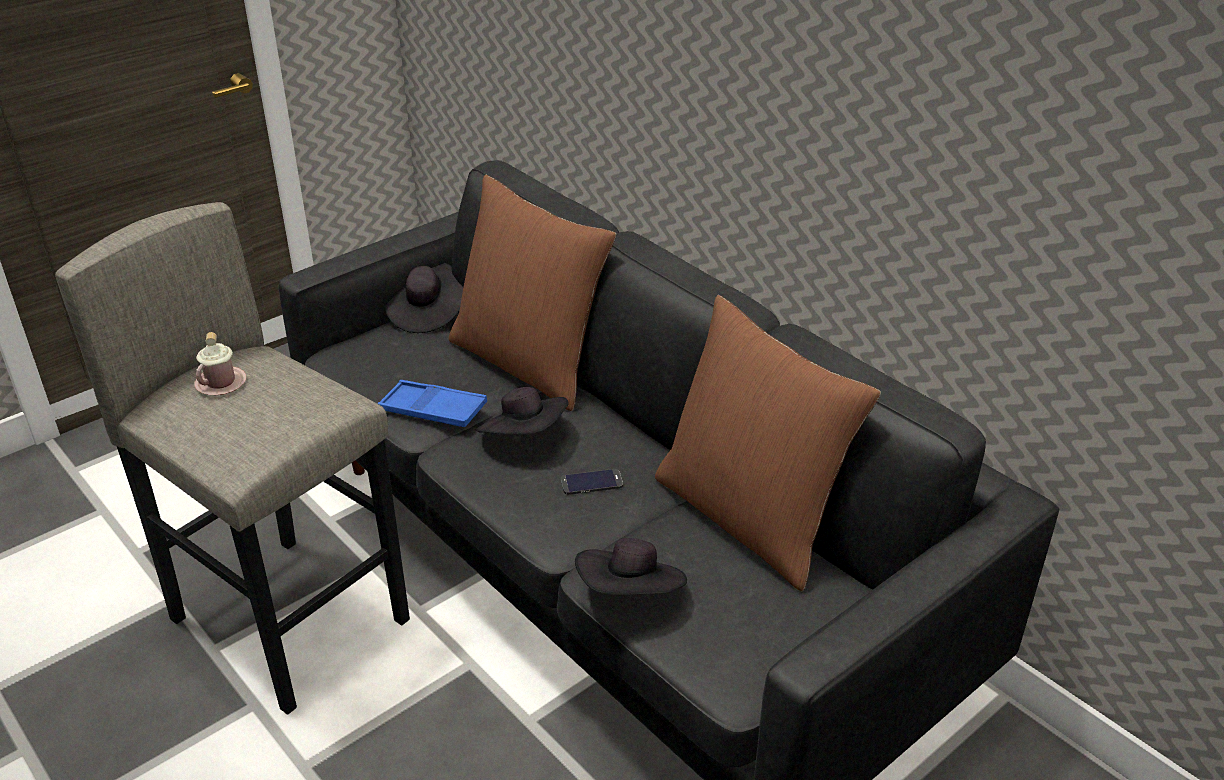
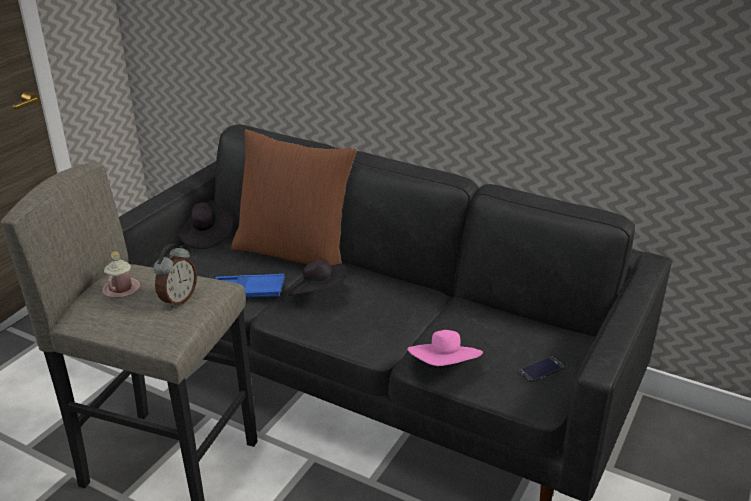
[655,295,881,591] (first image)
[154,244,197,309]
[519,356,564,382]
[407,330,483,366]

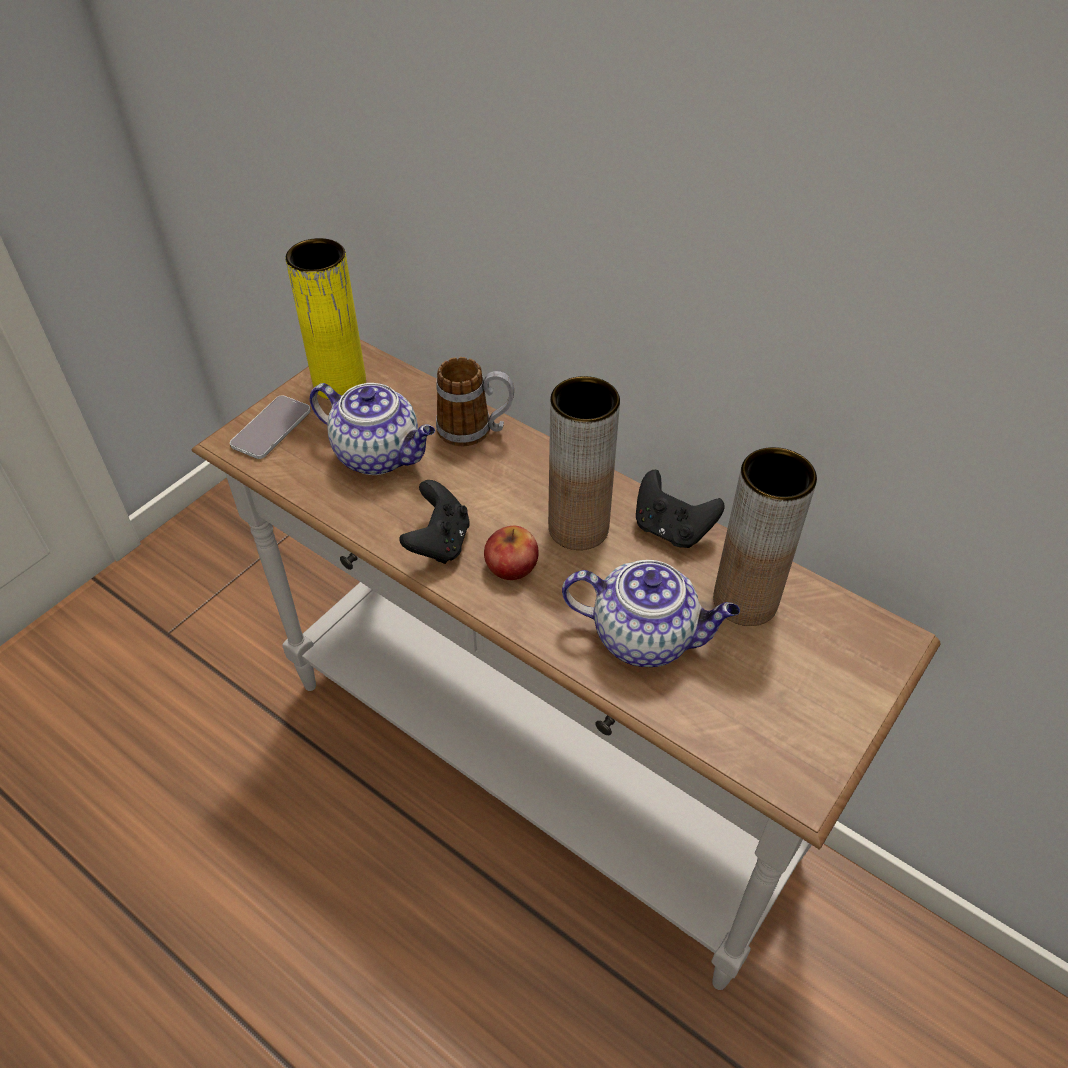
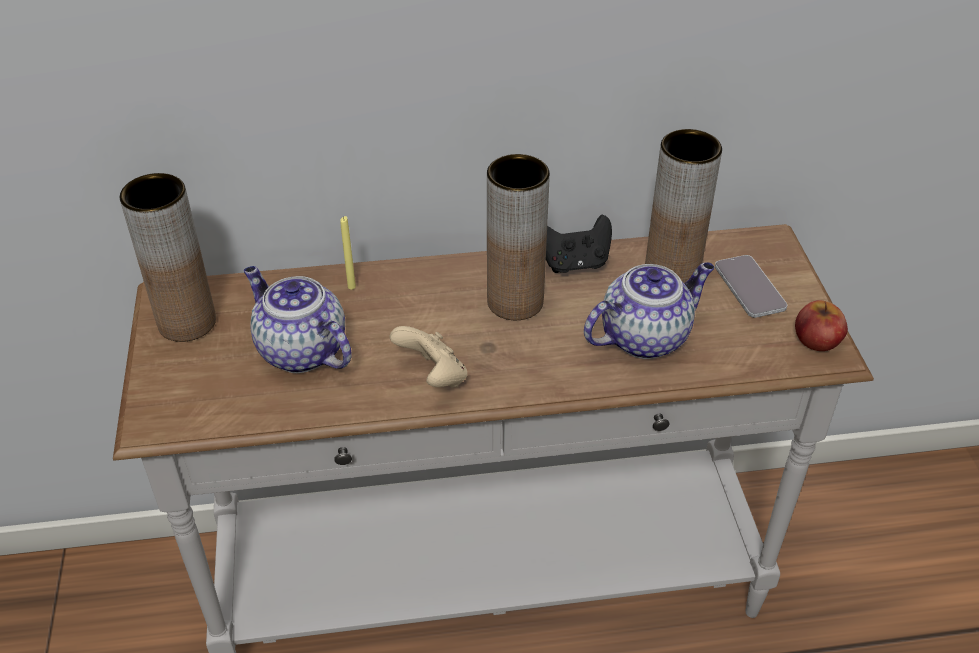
[715,255,787,318]
[795,300,848,351]
[340,216,356,290]
[120,173,216,342]
[390,326,467,388]
[244,266,352,373]

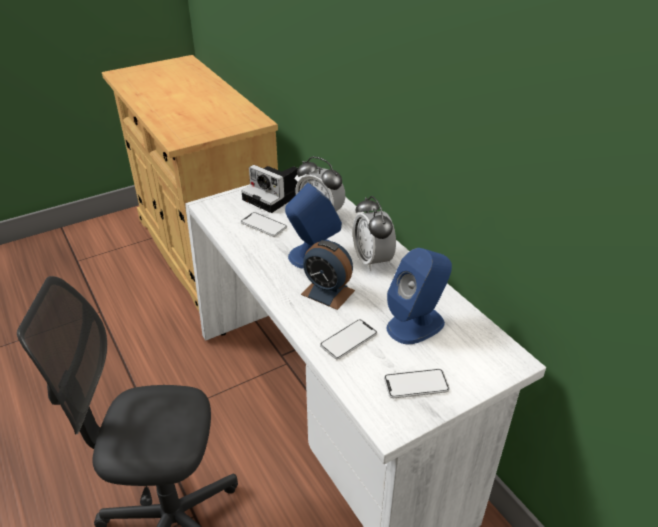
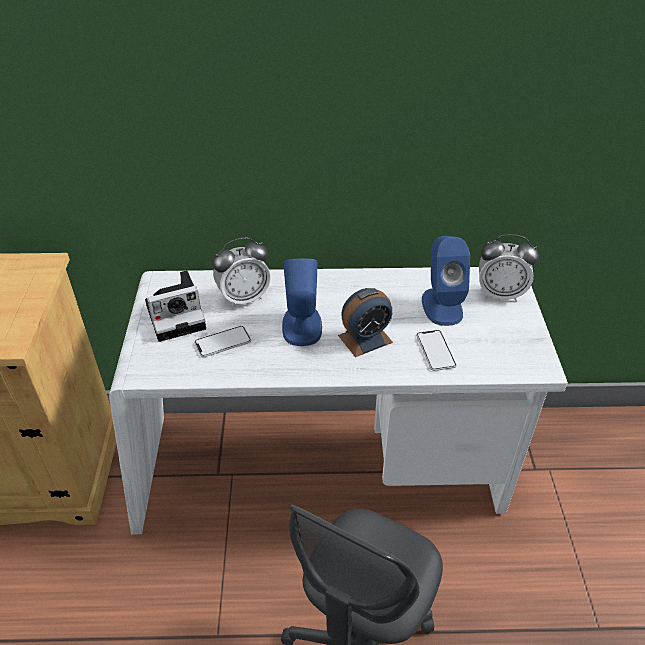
[384,369,449,398] (first image)
[479,234,539,301]

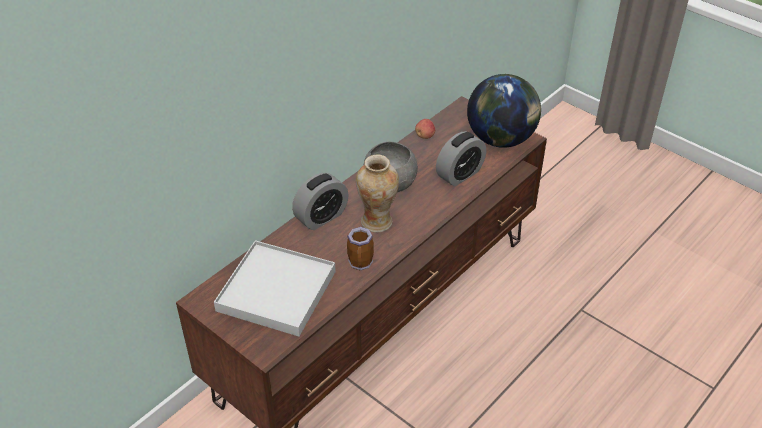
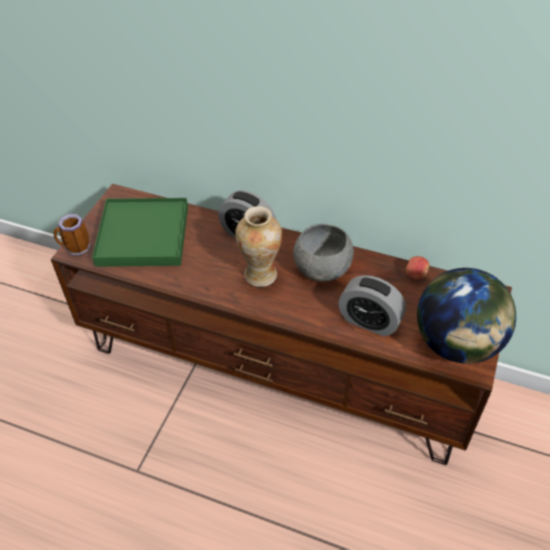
[54,214,90,255]
[92,198,188,267]

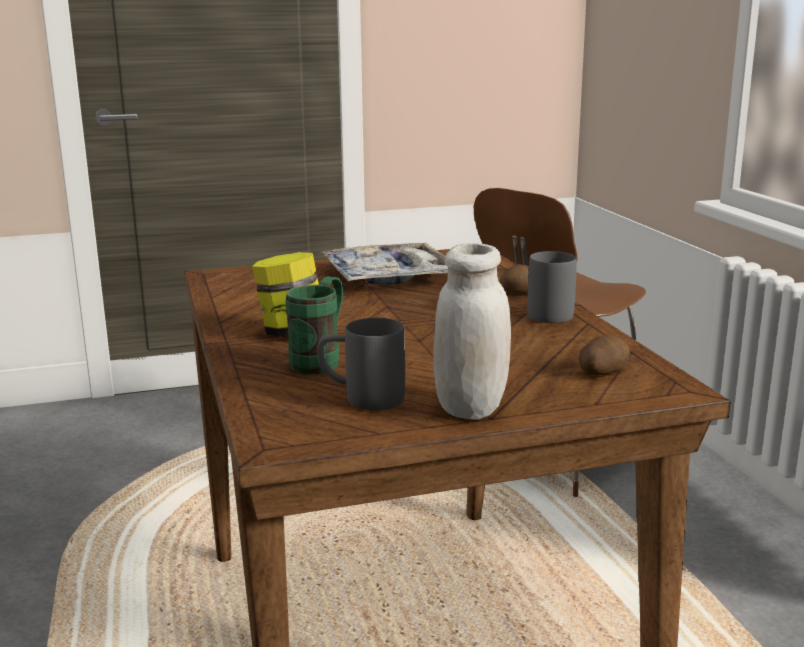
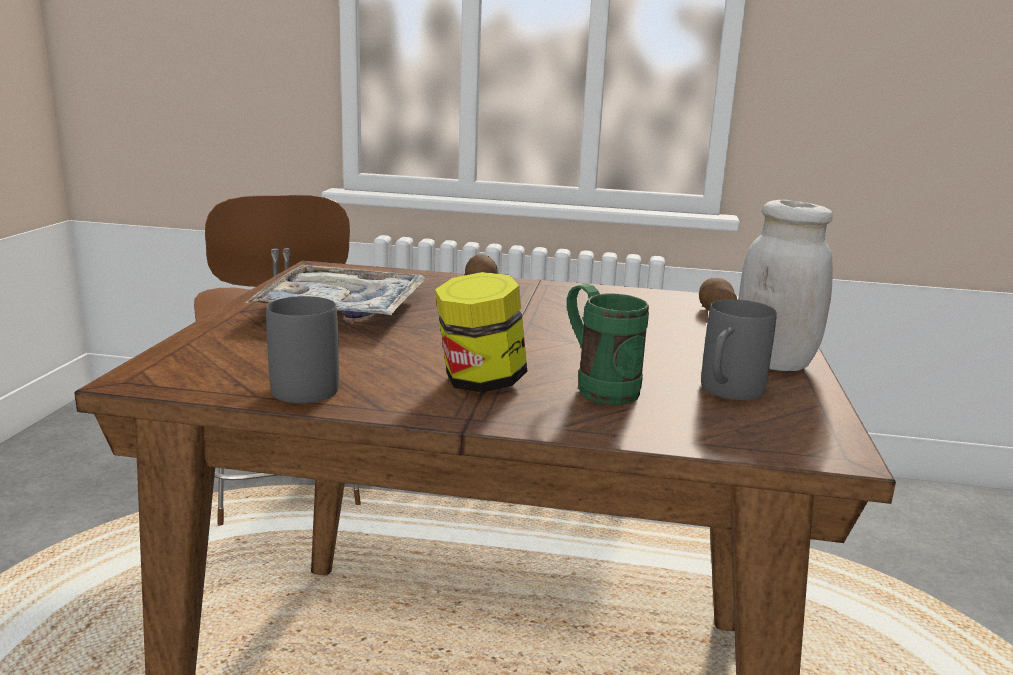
[266,296,339,403]

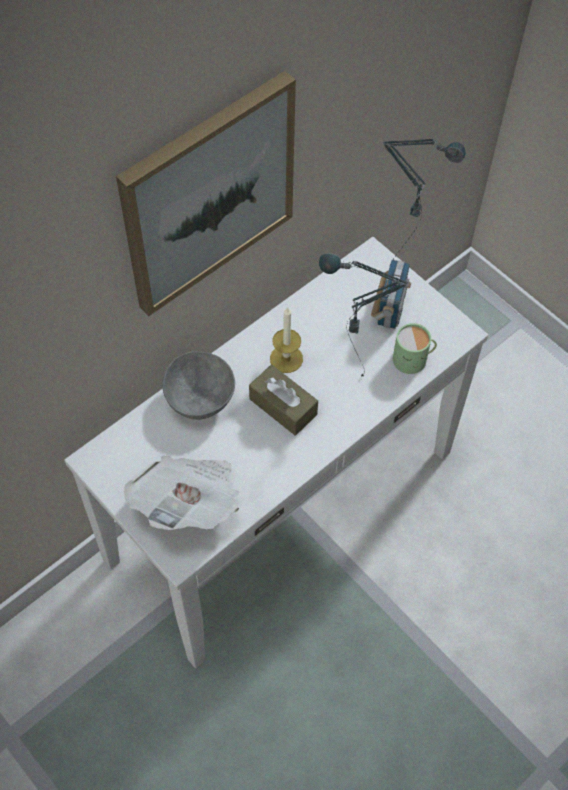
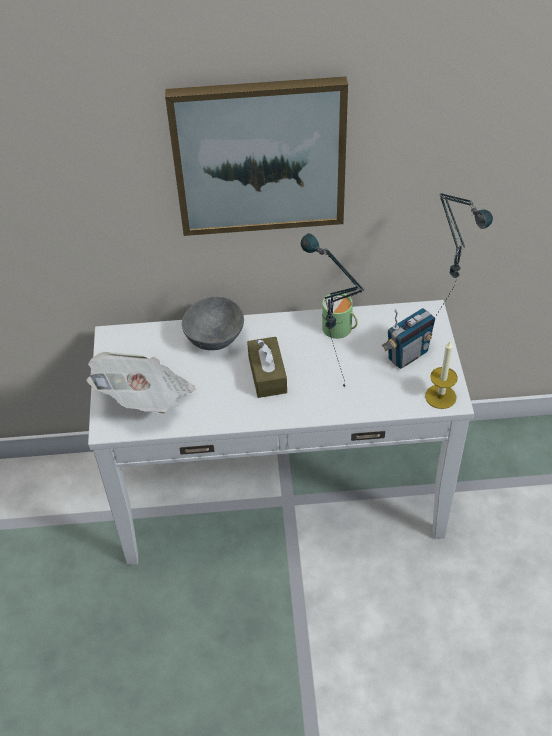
[425,341,458,409]
[322,293,358,339]

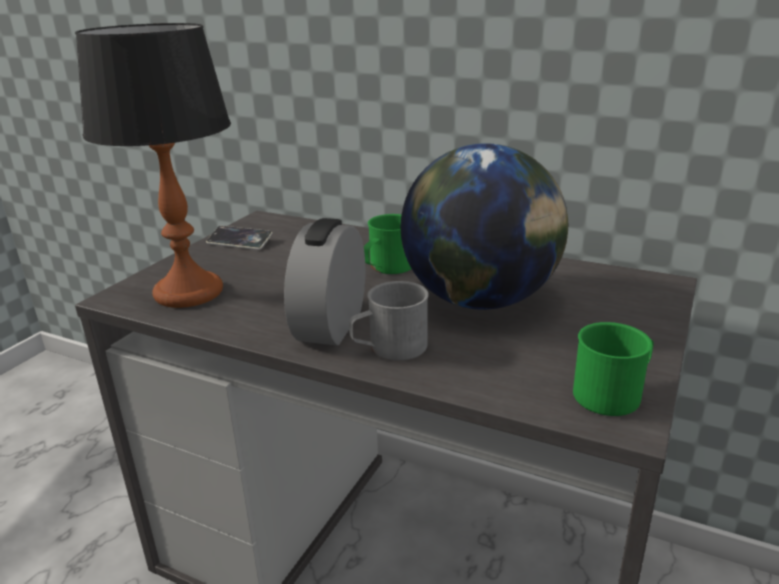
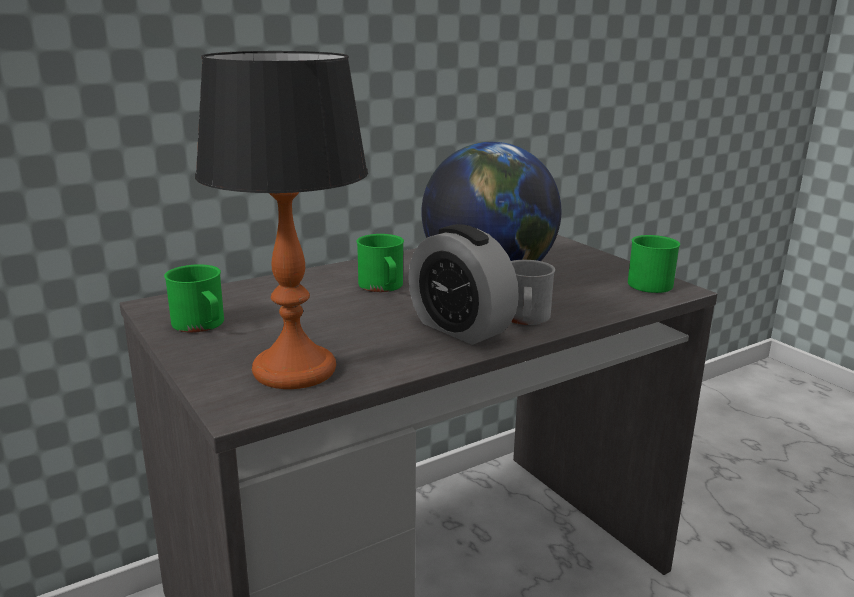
[164,264,224,333]

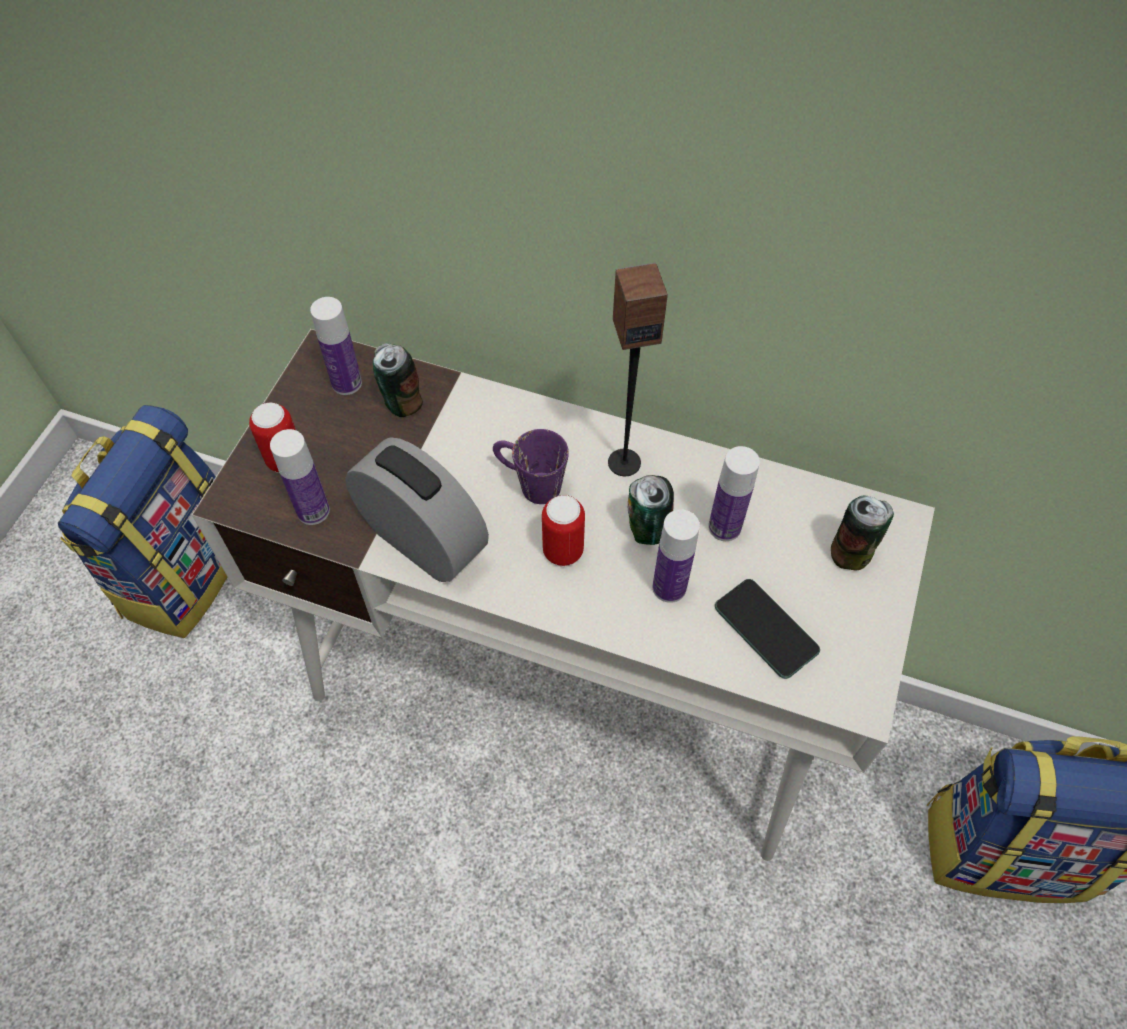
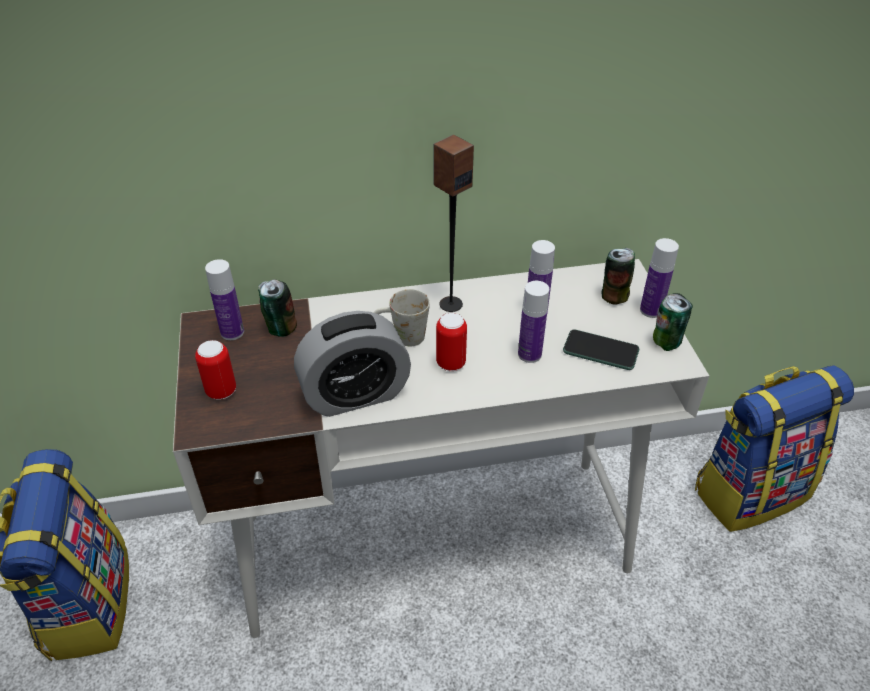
[640,238,679,318]
[653,293,693,351]
[373,289,430,347]
[294,311,411,417]

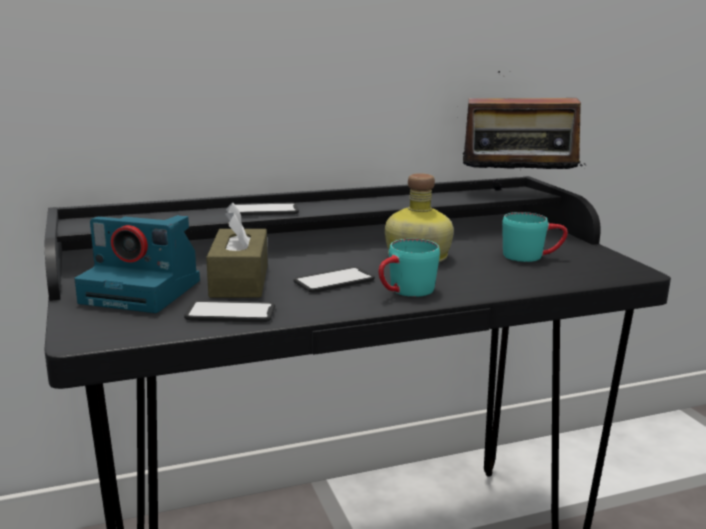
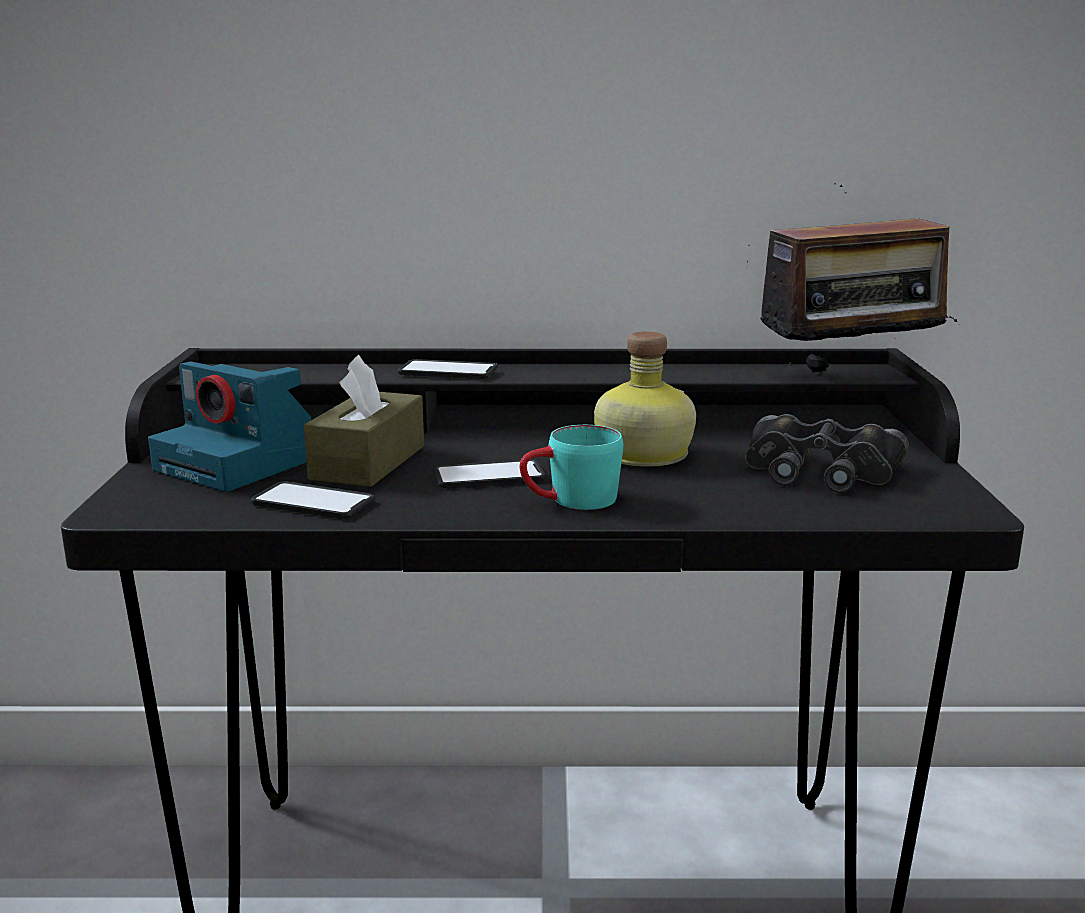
[745,414,909,493]
[747,183,957,373]

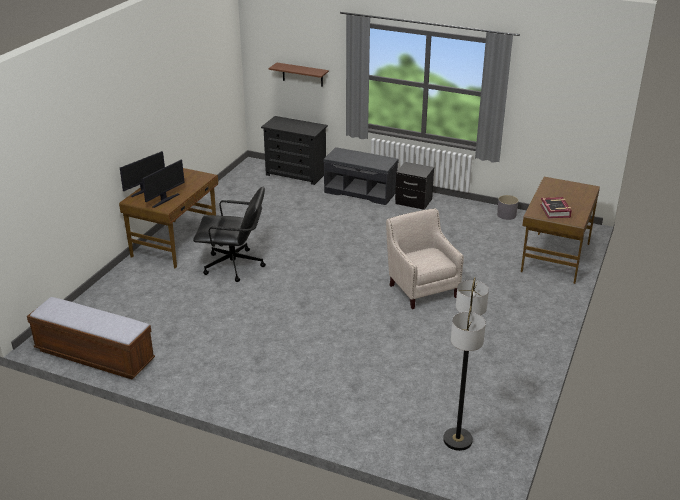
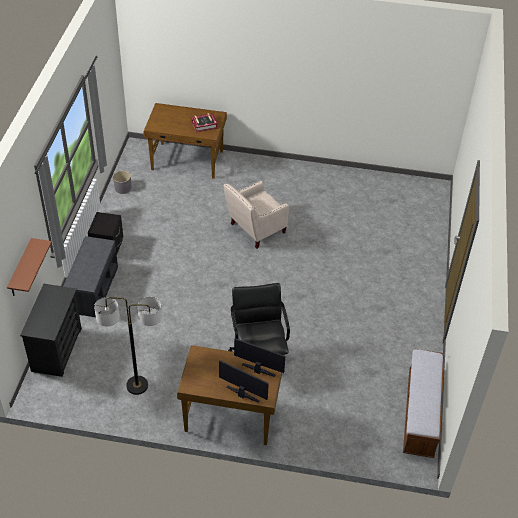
[94,297,162,395]

